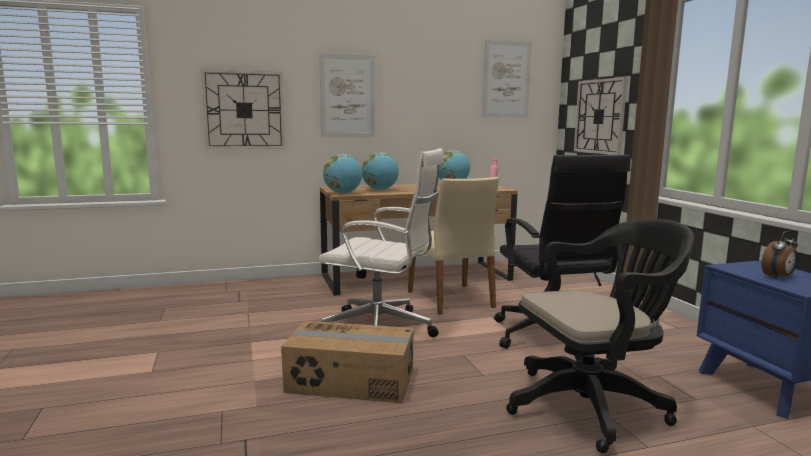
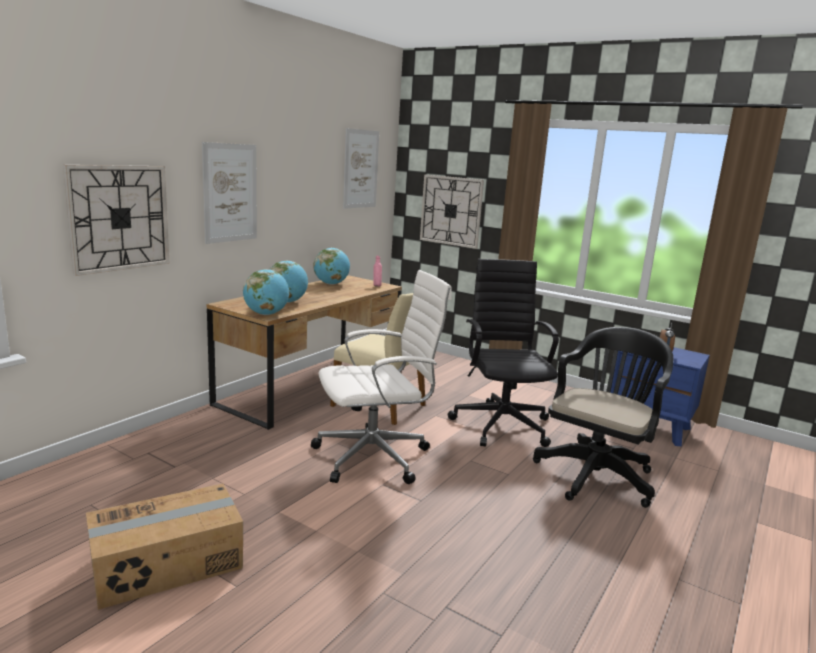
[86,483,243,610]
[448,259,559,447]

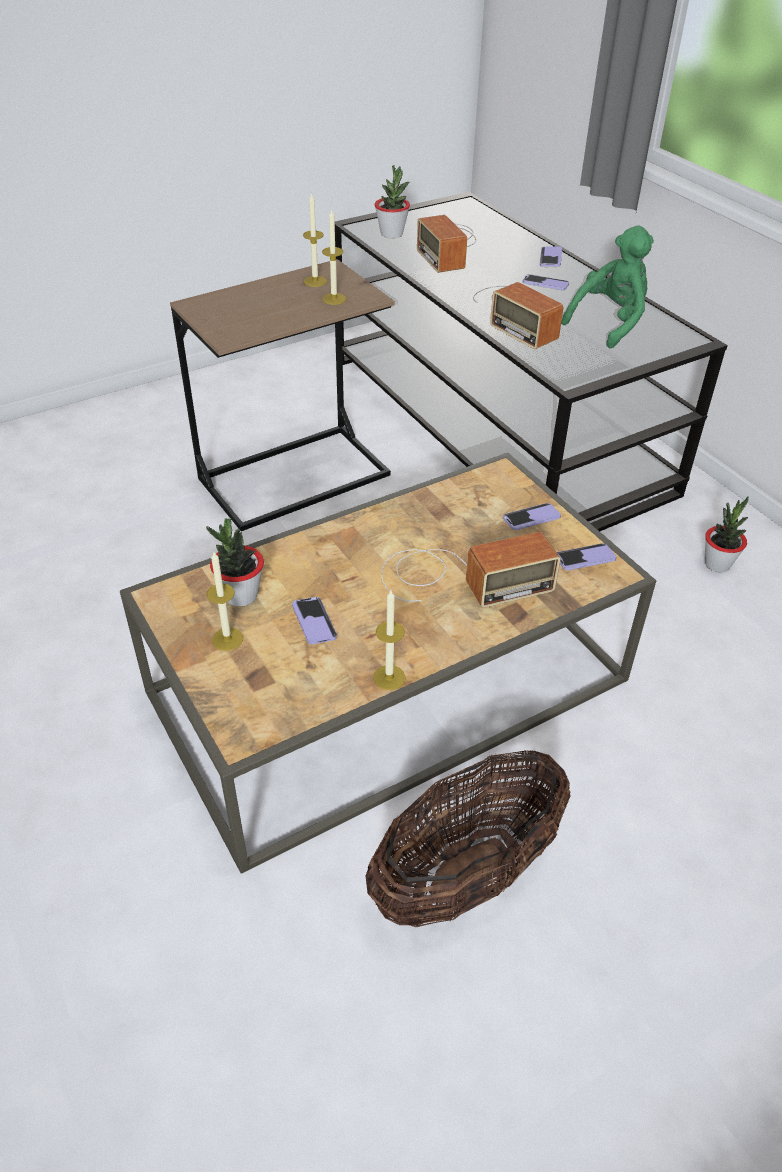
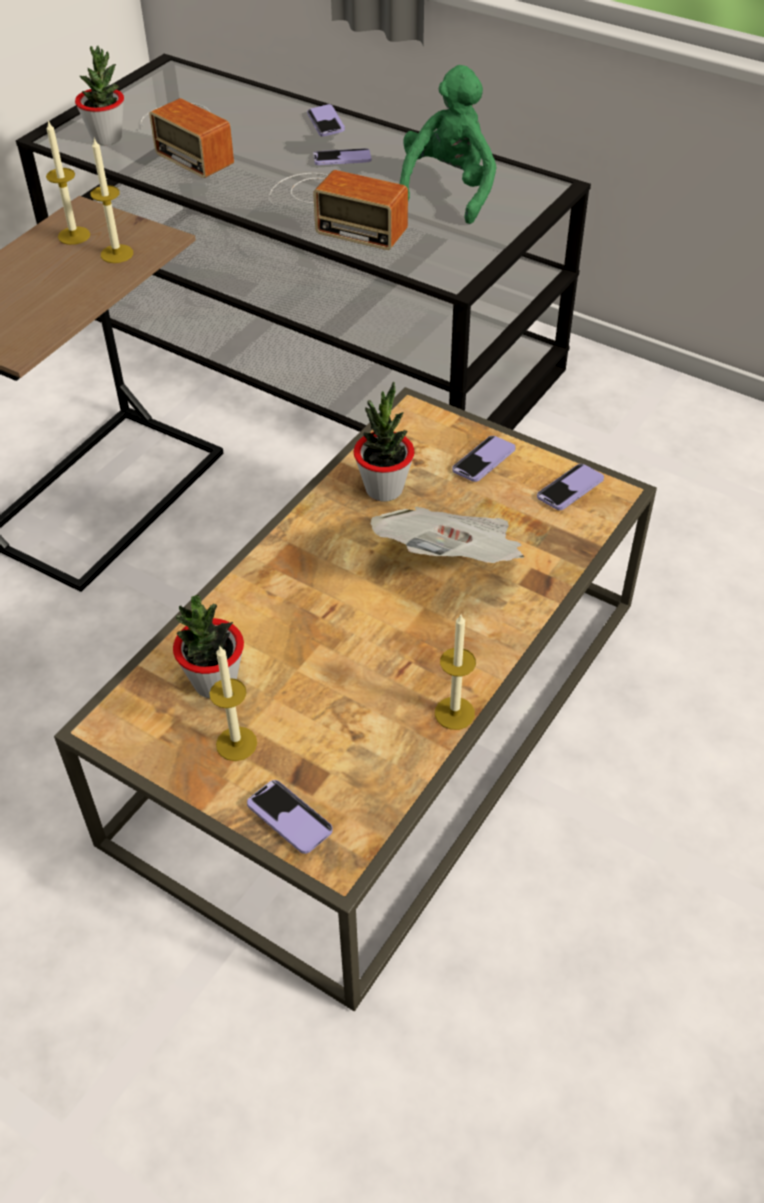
[366,750,571,927] (first image)
[247,780,333,854]
[354,381,415,502]
[370,507,524,563]

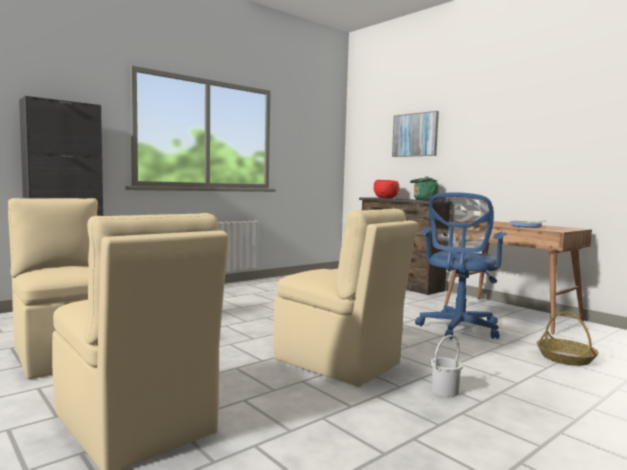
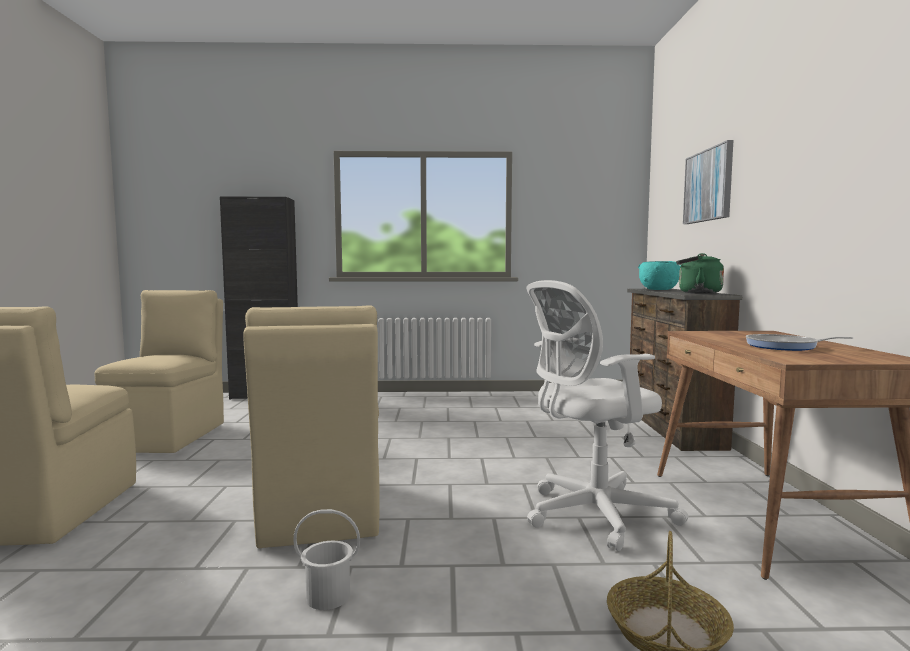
[638,261,681,290]
[527,280,689,551]

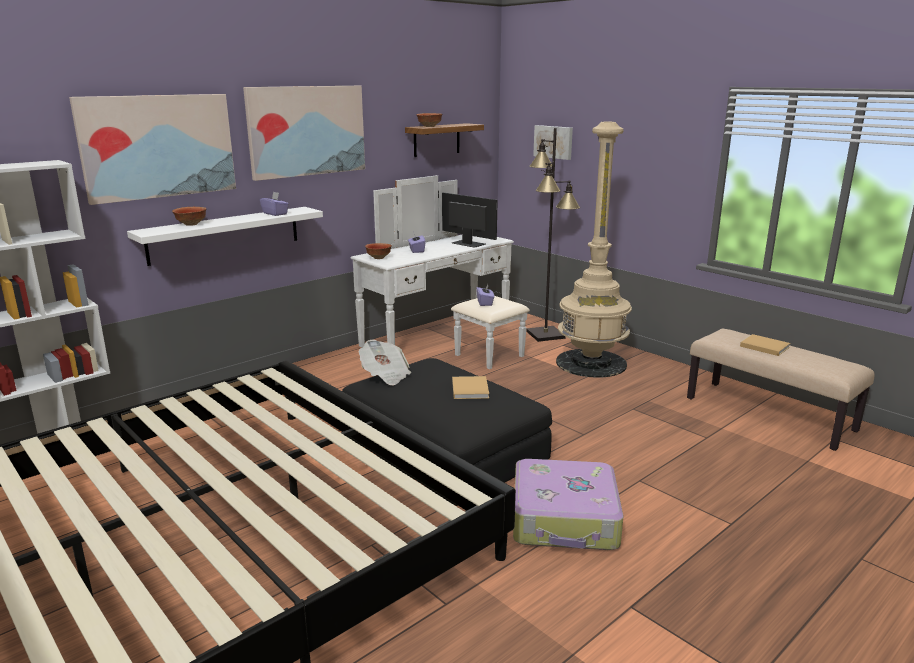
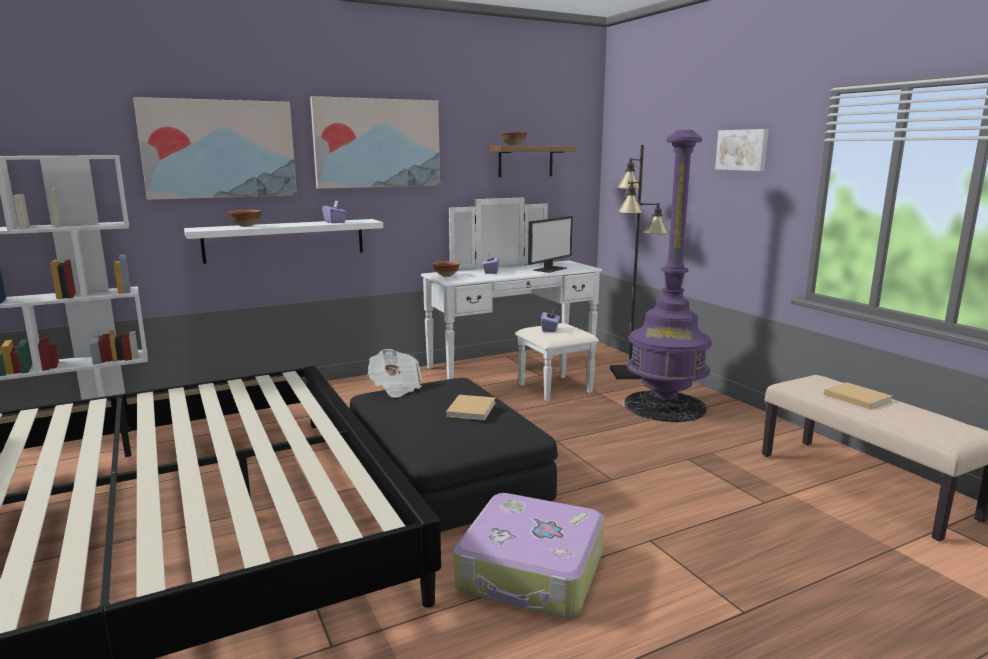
[715,129,769,171]
[625,130,712,422]
[528,216,573,273]

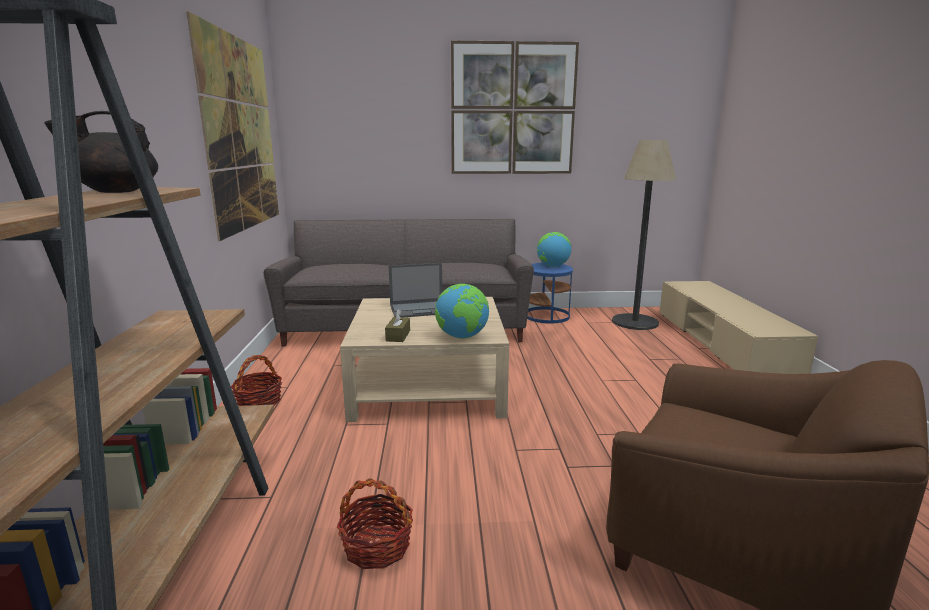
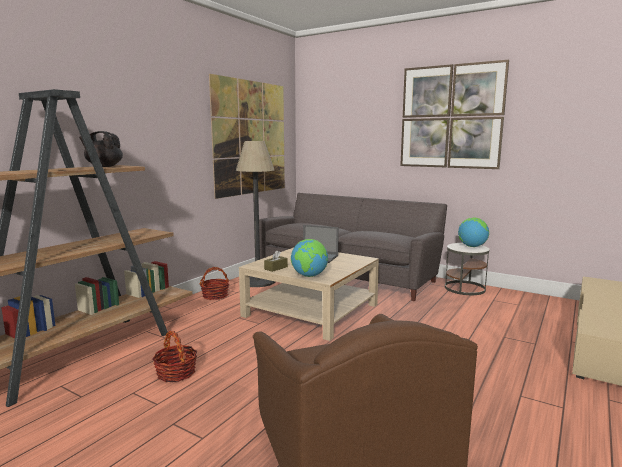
[236,141,275,287]
[445,243,490,295]

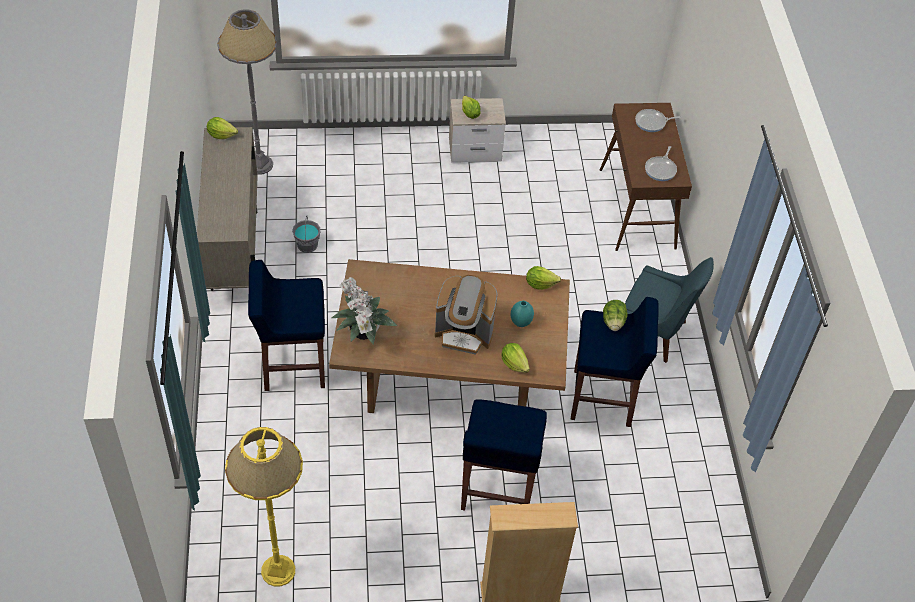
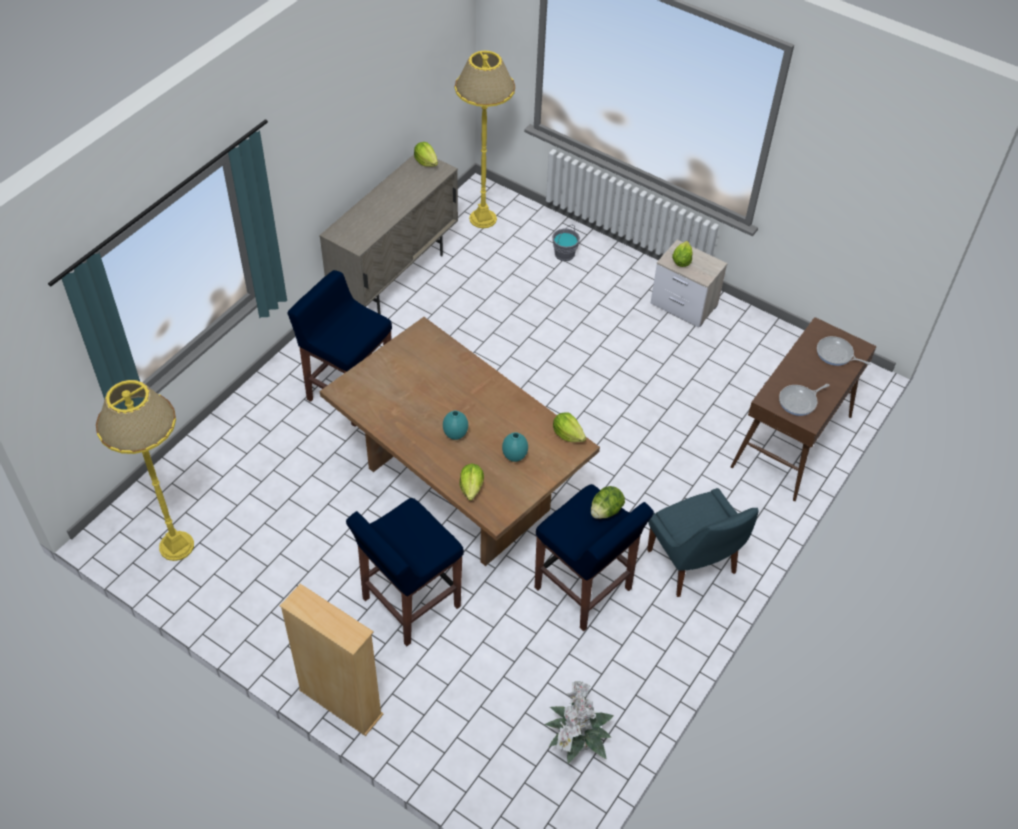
[552,225,580,261]
[545,681,614,764]
[443,410,468,440]
[455,51,515,228]

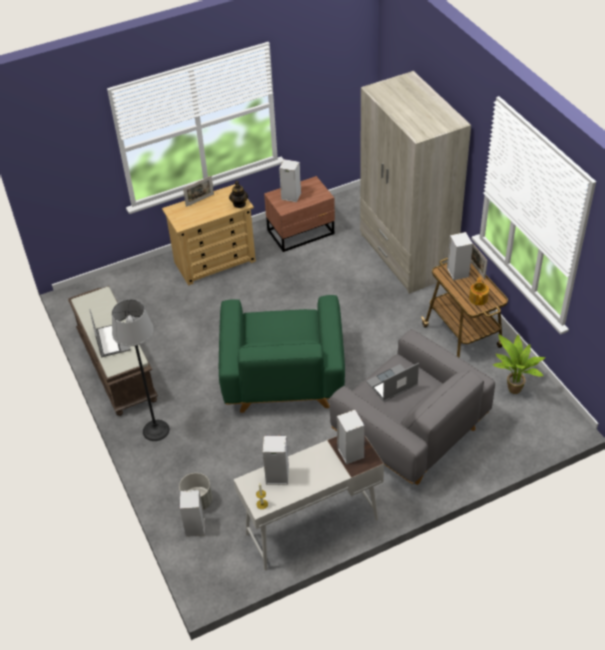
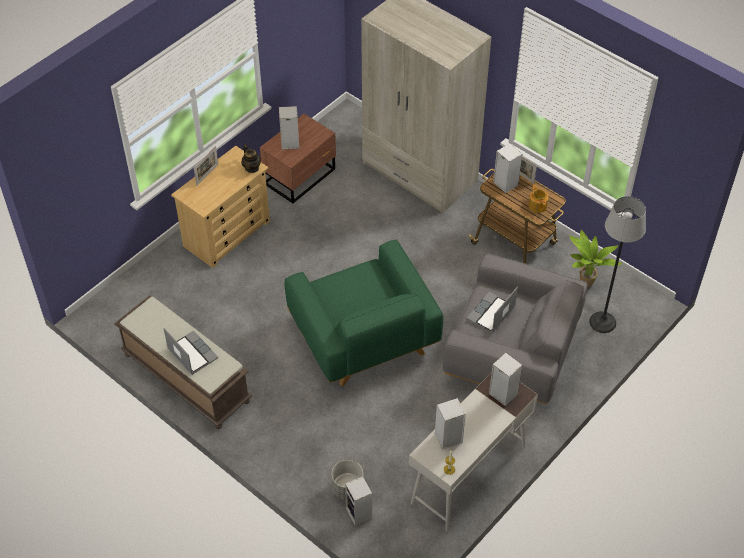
[589,196,646,333]

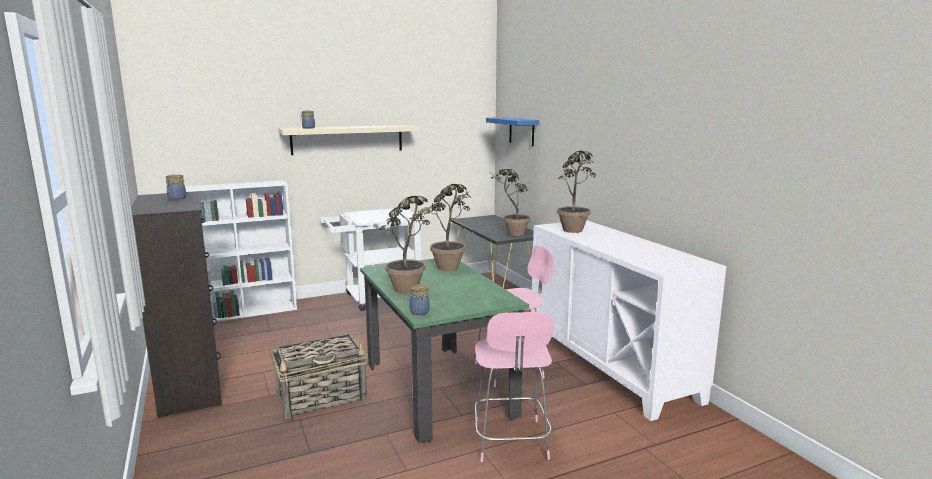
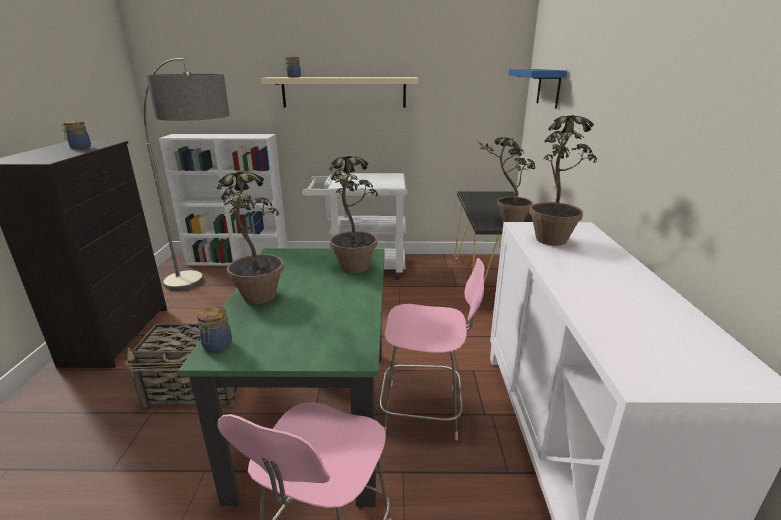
[144,58,230,291]

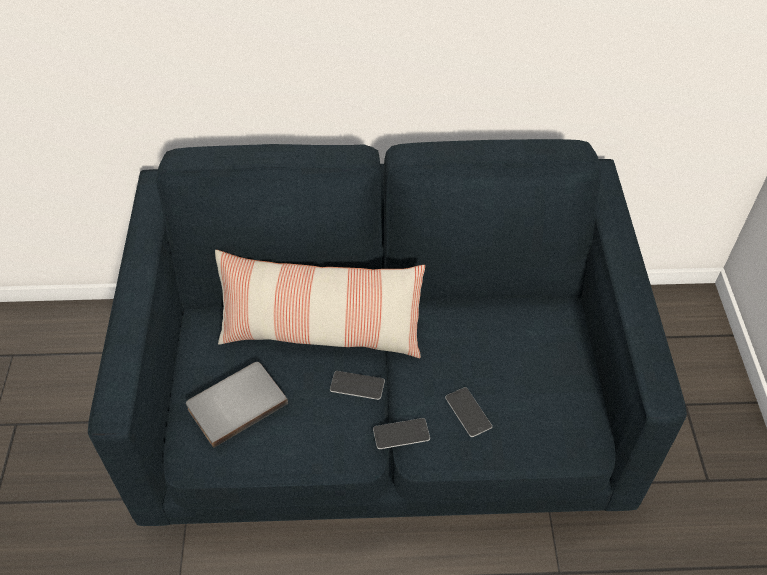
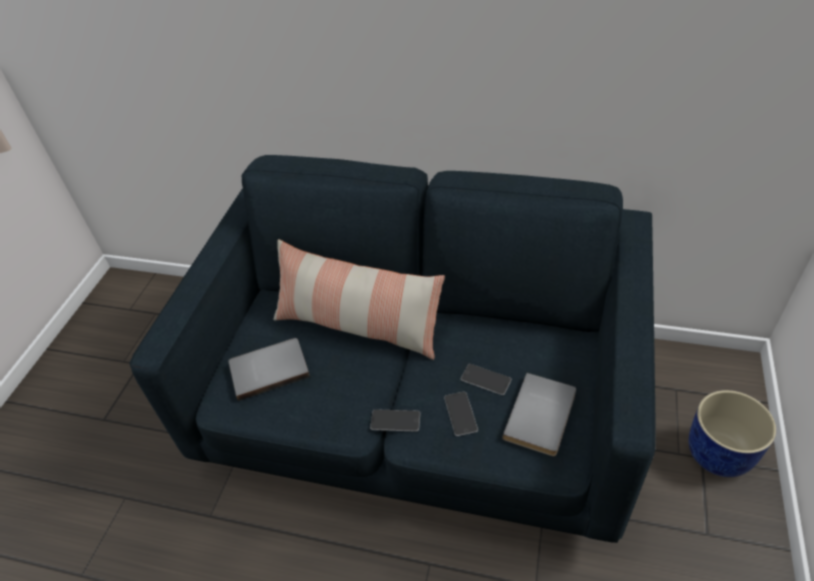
[502,373,576,456]
[689,390,776,477]
[461,364,512,395]

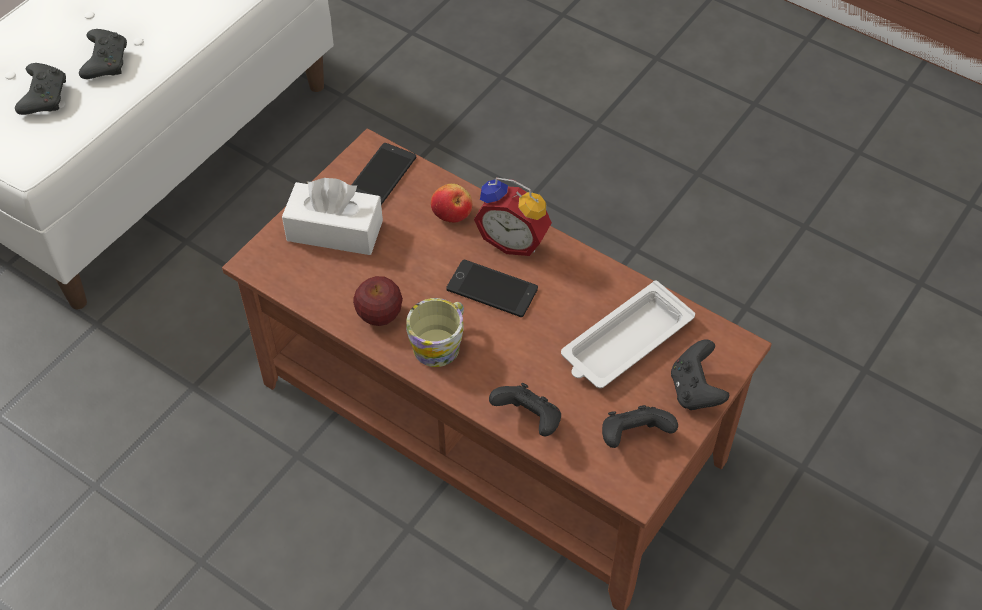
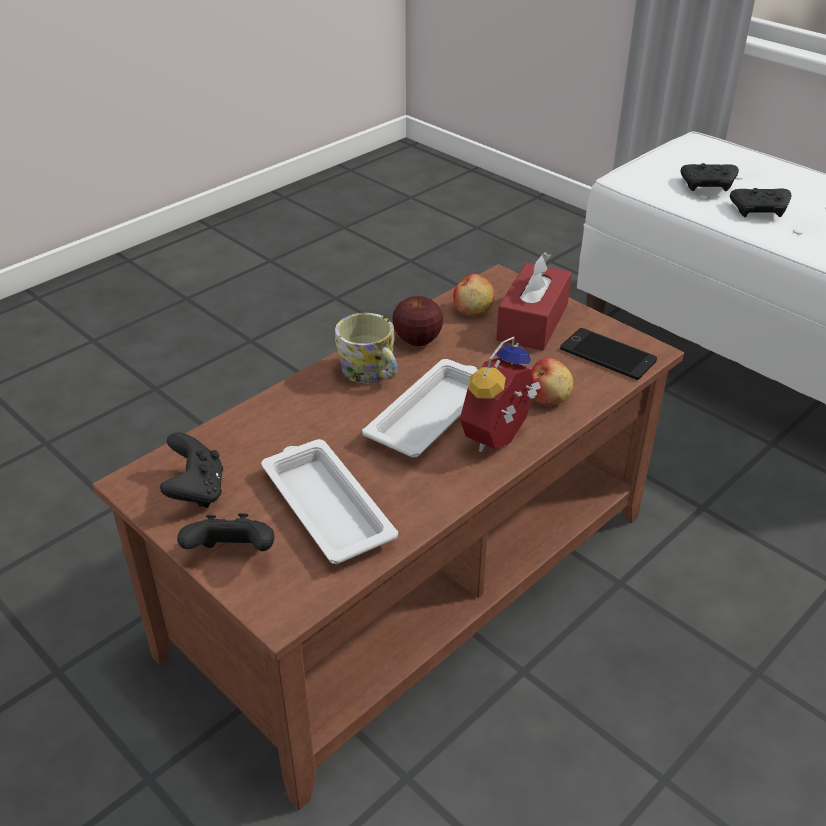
[489,383,561,437] (first image)
[453,274,494,315]
[362,359,478,458]
[496,252,572,351]

